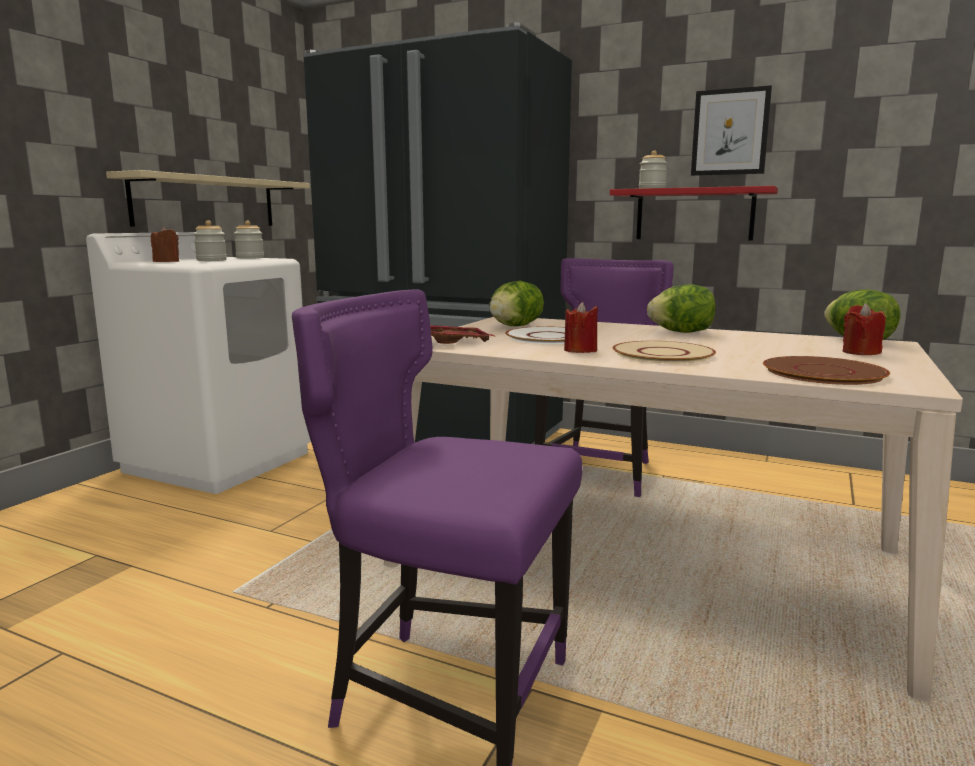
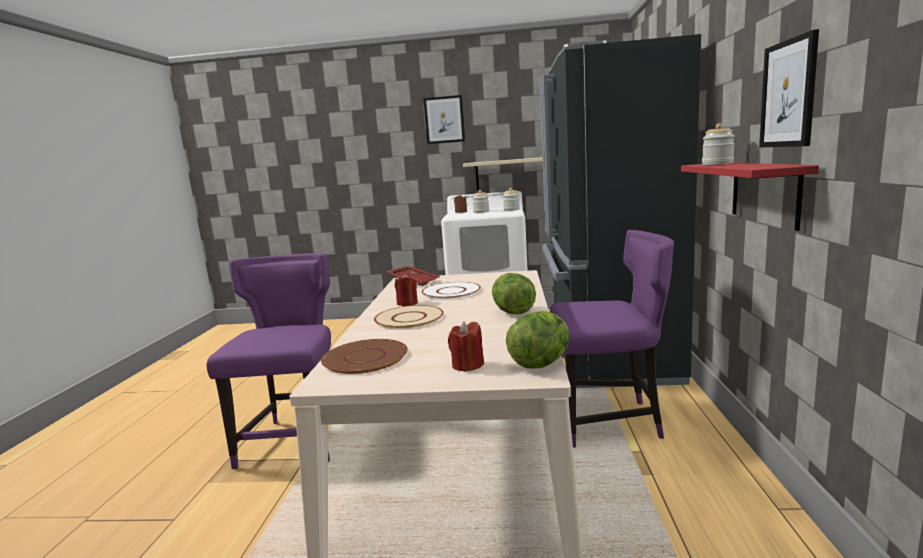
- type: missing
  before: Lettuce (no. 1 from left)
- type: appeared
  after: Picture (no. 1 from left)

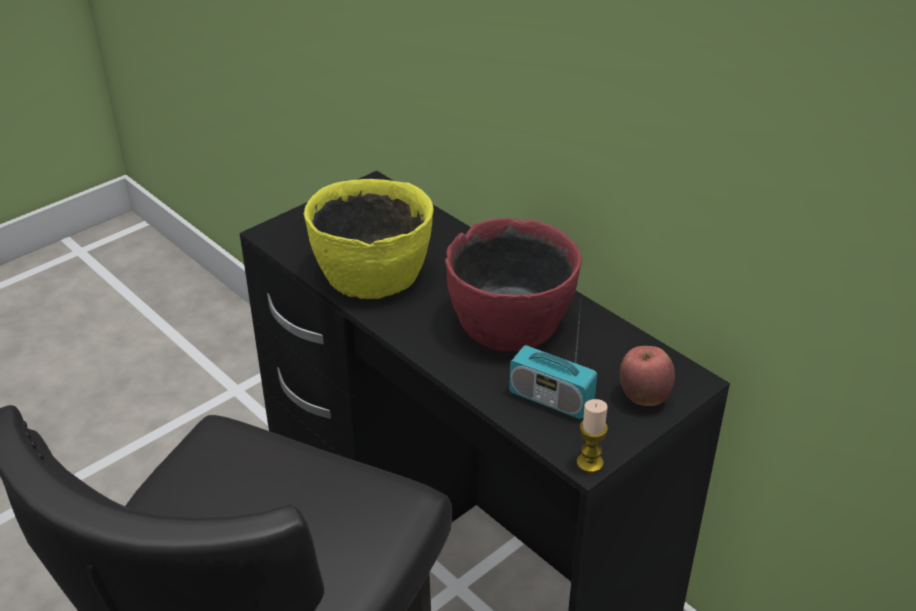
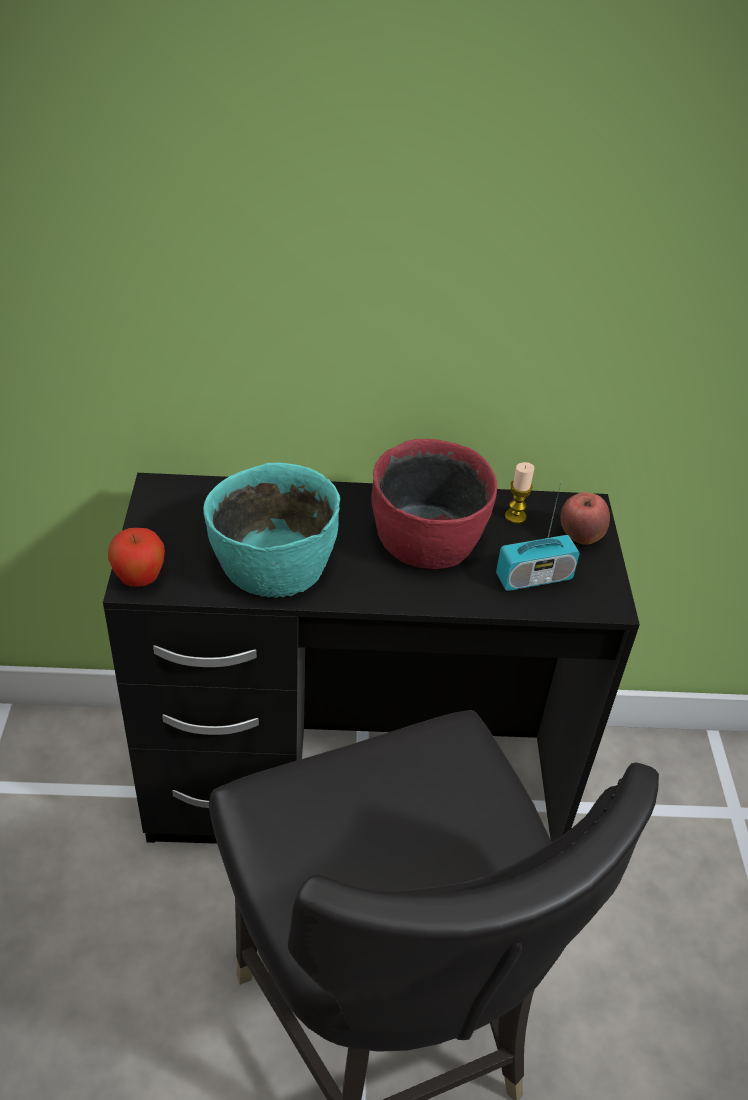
- type: colour
  before: YellowBowl
  after: TurquoiseBowl
- type: relocated
  before: Candle
- type: appeared
  after: Apple (no. 1 from left)

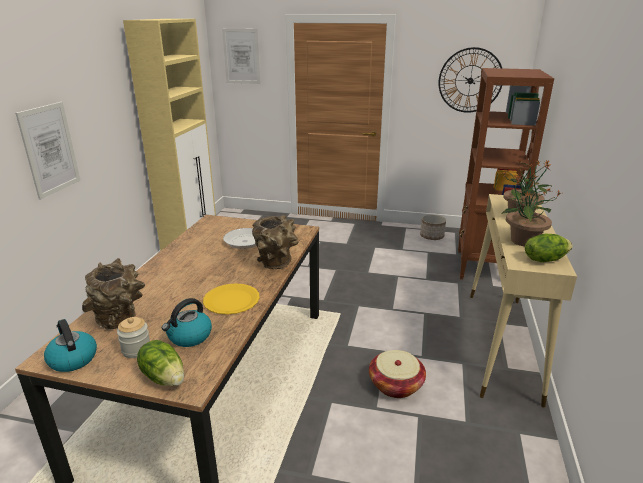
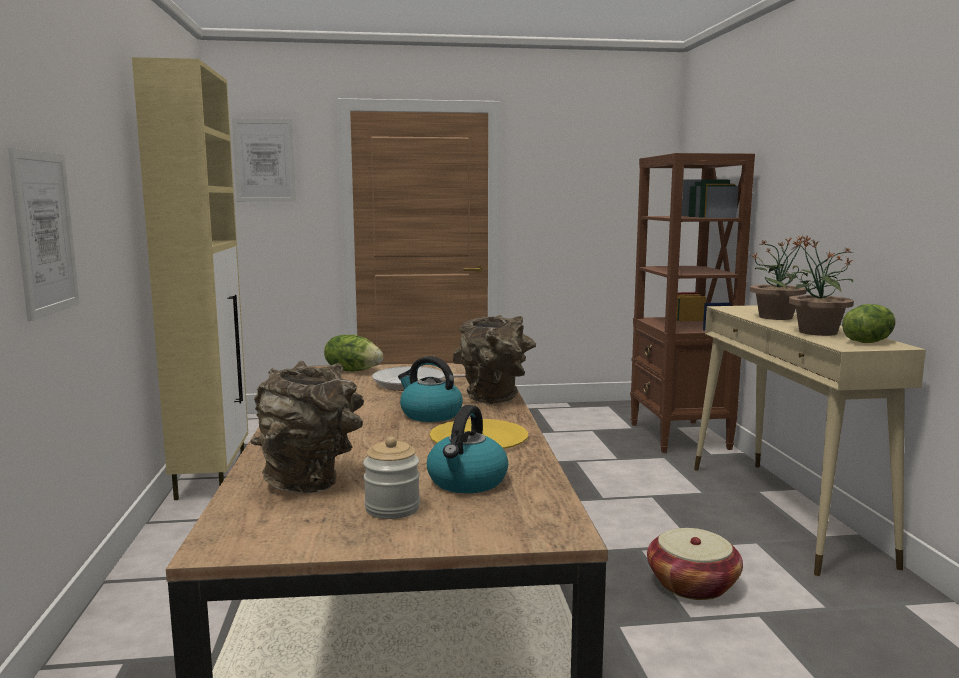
- type: missing
  before: WallClock
- type: missing
  before: Planter
- type: relocated
  before: Kettle (no. 1 from left)
- type: relocated
  before: Lettuce (no. 1 from left)

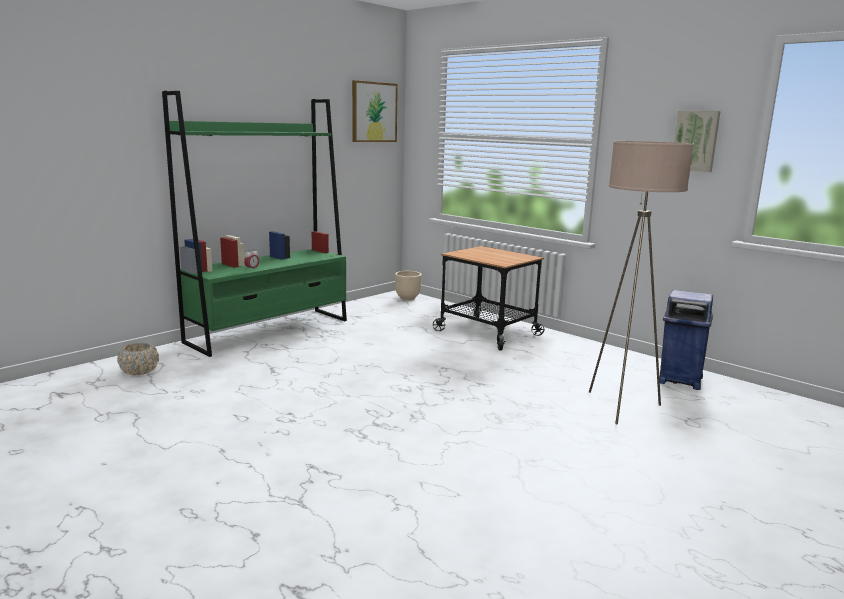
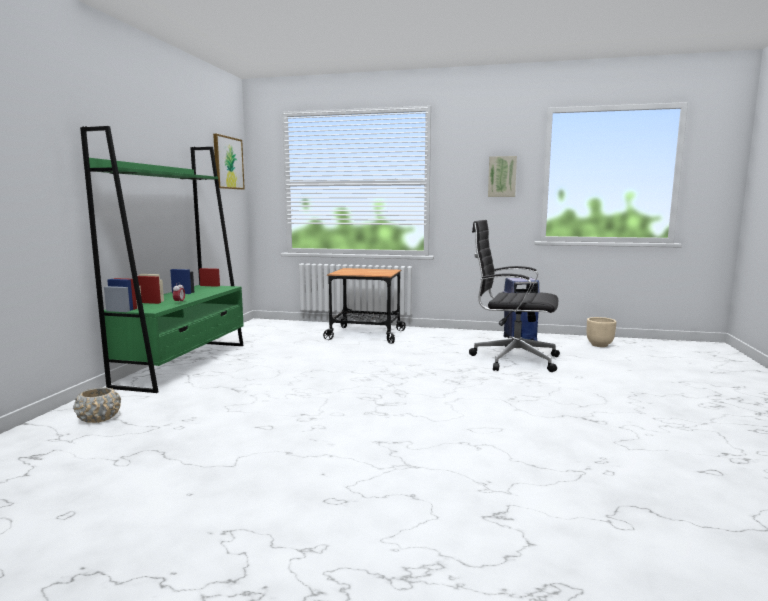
- type: exchanged
  before: BeigeFloorLamp
  after: BlackOfficeChair
- type: relocated
  before: BeigePlanter (no. 2 from left)

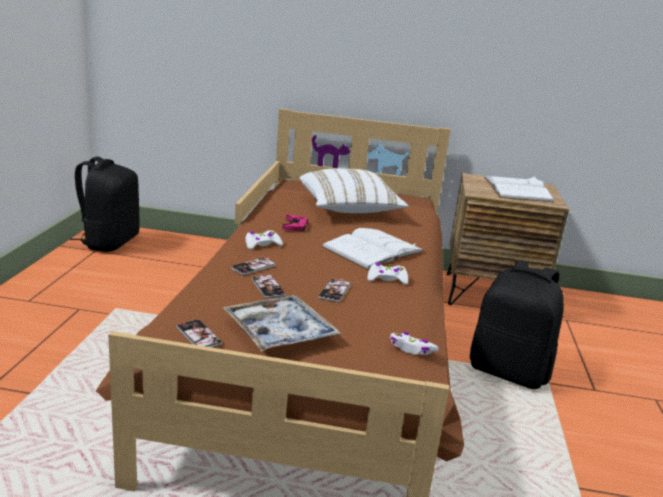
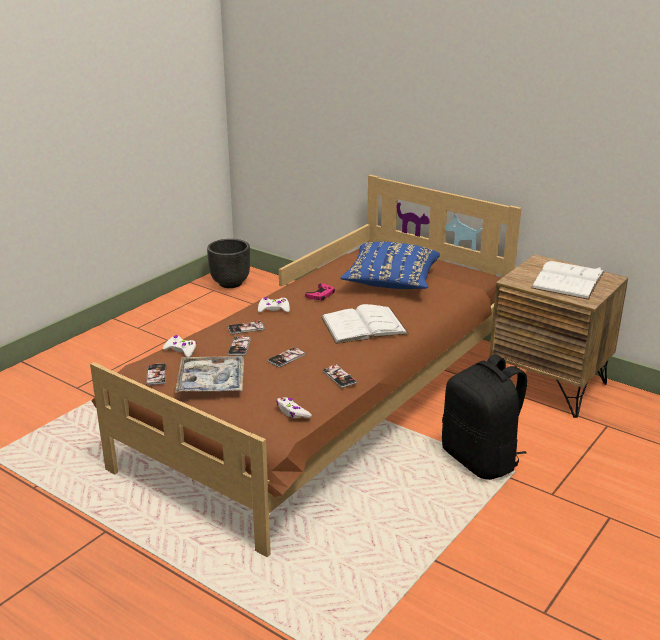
- type: exchanged
  before: BlackBackpack (no. 1 from left)
  after: BlackPlanter
- type: colour
  before: WhitePillow
  after: BluePillow
- type: relocated
  before: WhiteGameController (no. 2 from left in the first image)
  after: WhiteGameController (no. 1 from left)
- type: appeared
  after: Phone (no. 5 from left)

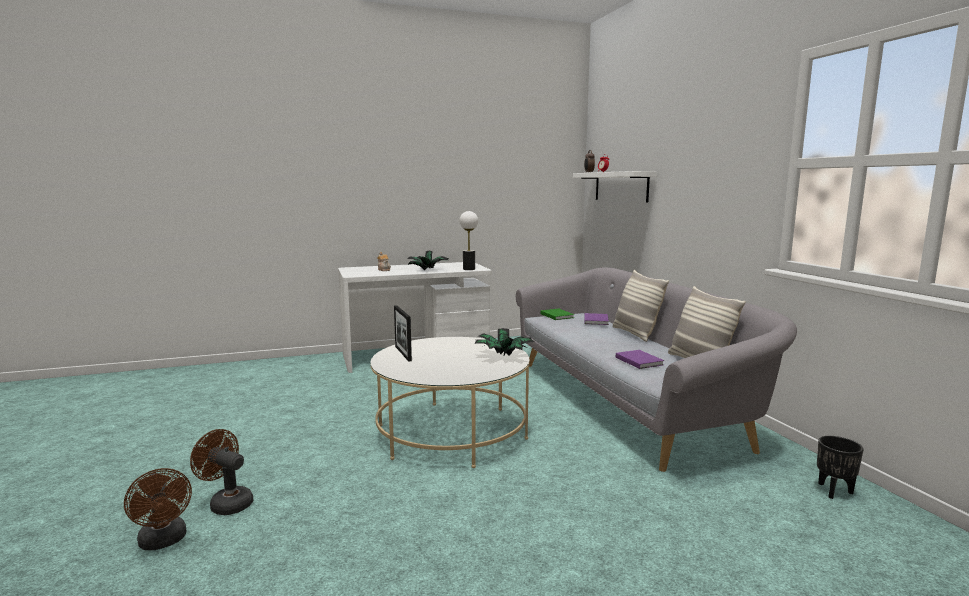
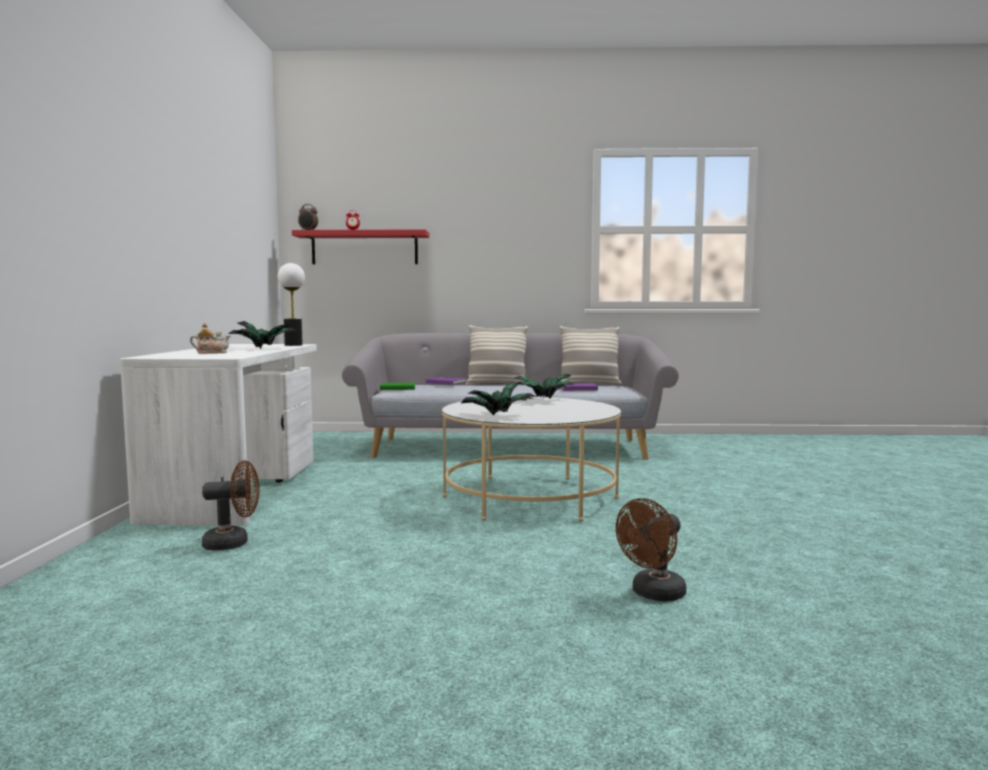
- type: colour
  before: WhiteShelf
  after: RedShelf
- type: exchanged
  before: PictureFrame
  after: PottedPlant (no. 2 from left)
- type: missing
  before: BlackPlanter
- type: relocated
  before: BrownFan (no. 1 from left)

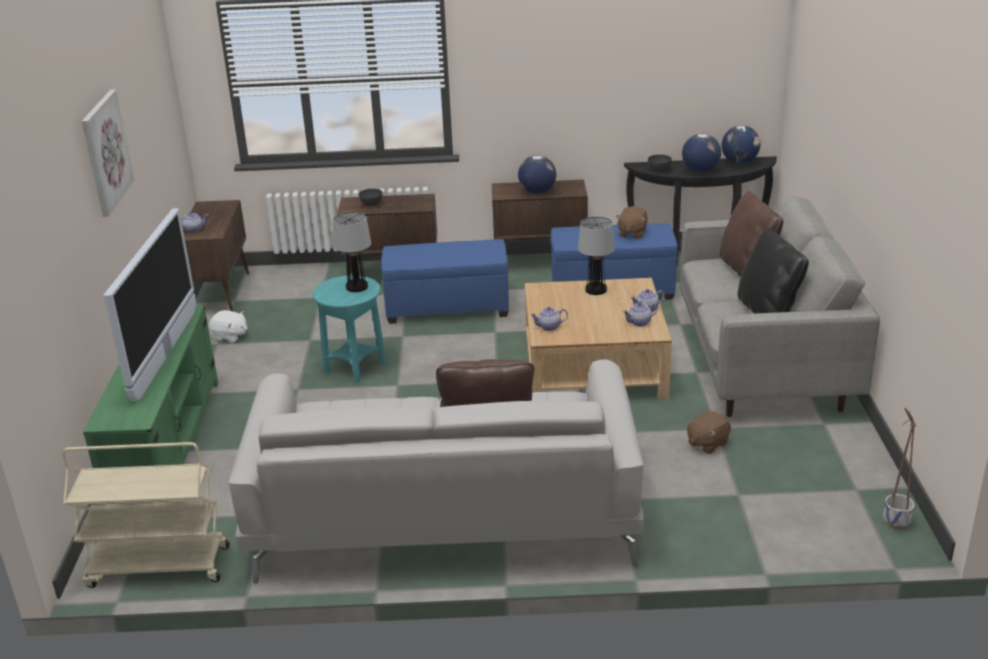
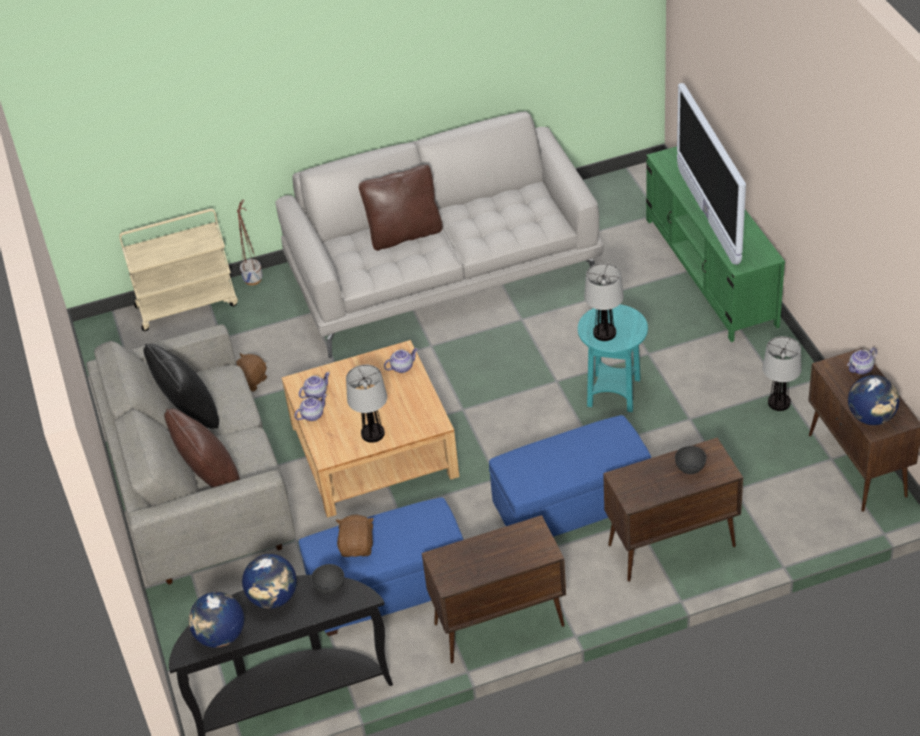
- type: missing
  before: Picture
- type: relocated
  before: Globe (no. 1 from left in the first image)
  after: Globe (no. 3 from left)
- type: exchanged
  before: WhitePlushToy
  after: TableLamp (no. 3 from left)
- type: relocated
  before: Planter
- type: relocated
  before: BeigeCart

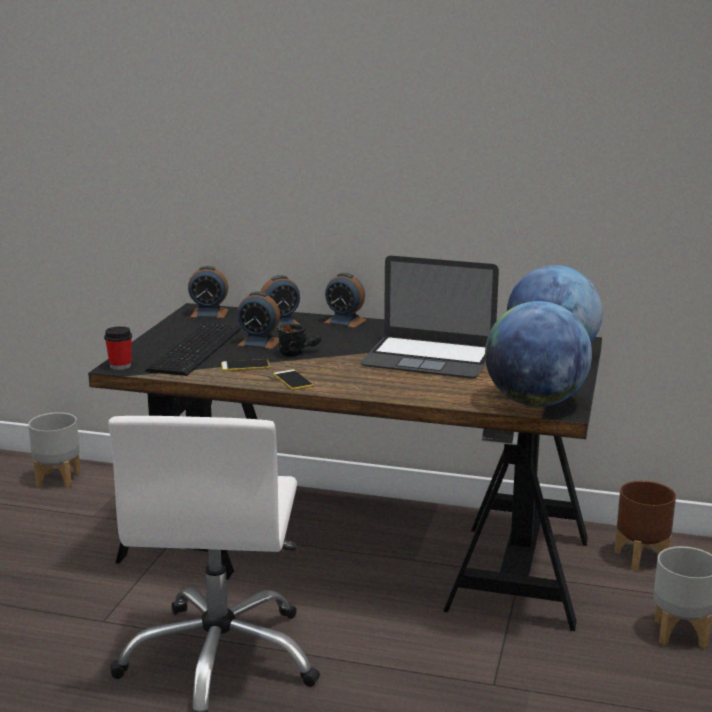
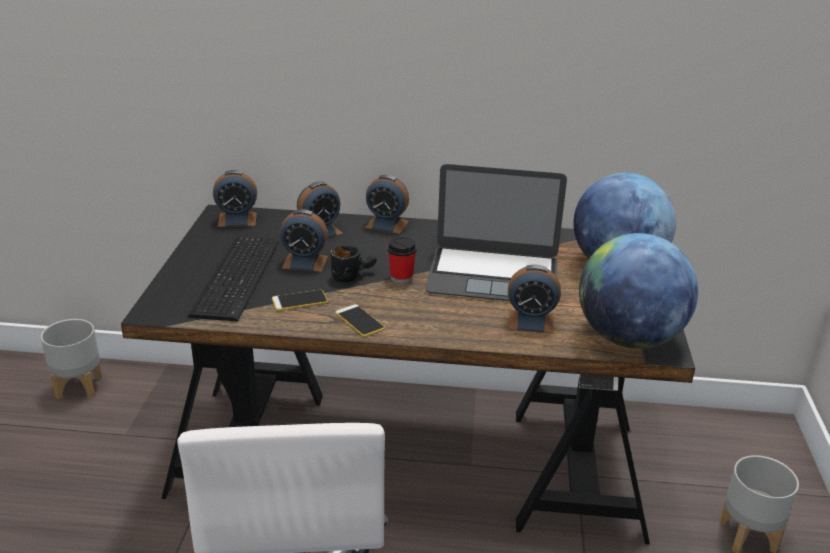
- type: relocated
  before: Cup
- type: missing
  before: BrownPlanter
- type: appeared
  after: AlarmClock (no. 5 from left)

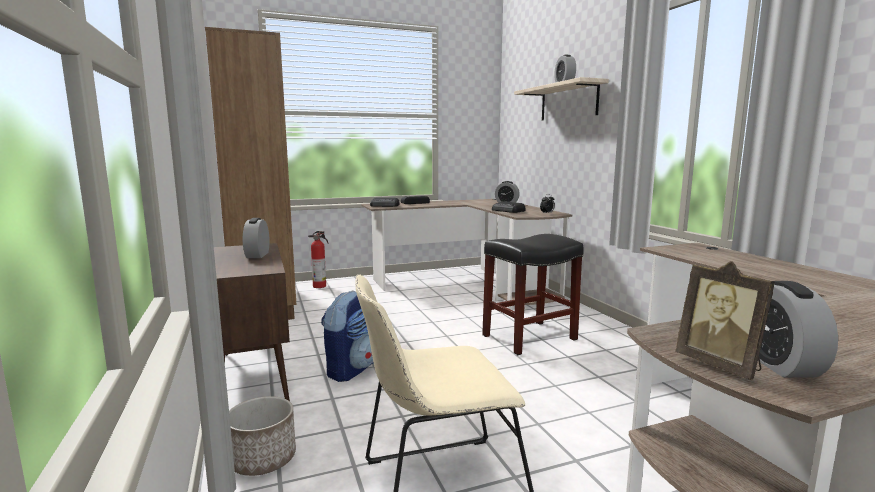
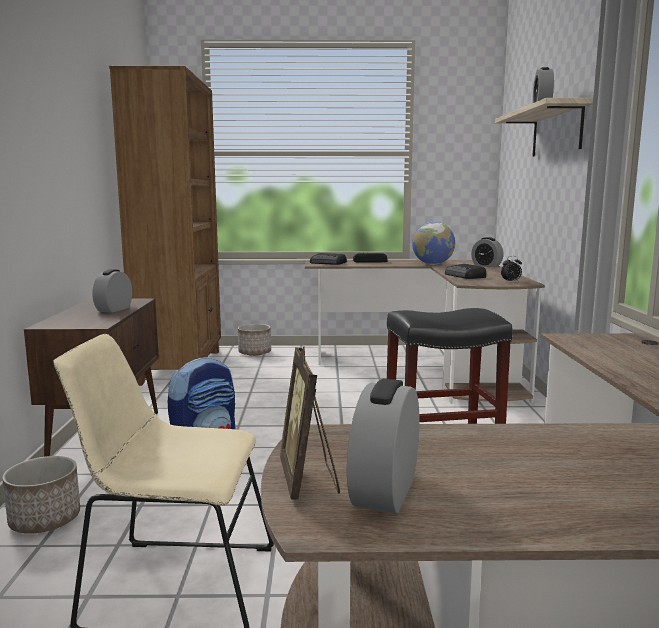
- type: exchanged
  before: FireExtinguisher
  after: Planter (no. 2 from left)
- type: appeared
  after: Globe

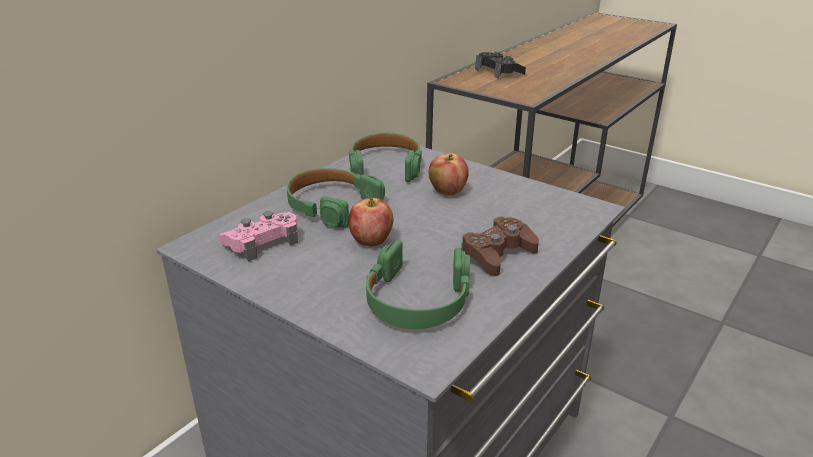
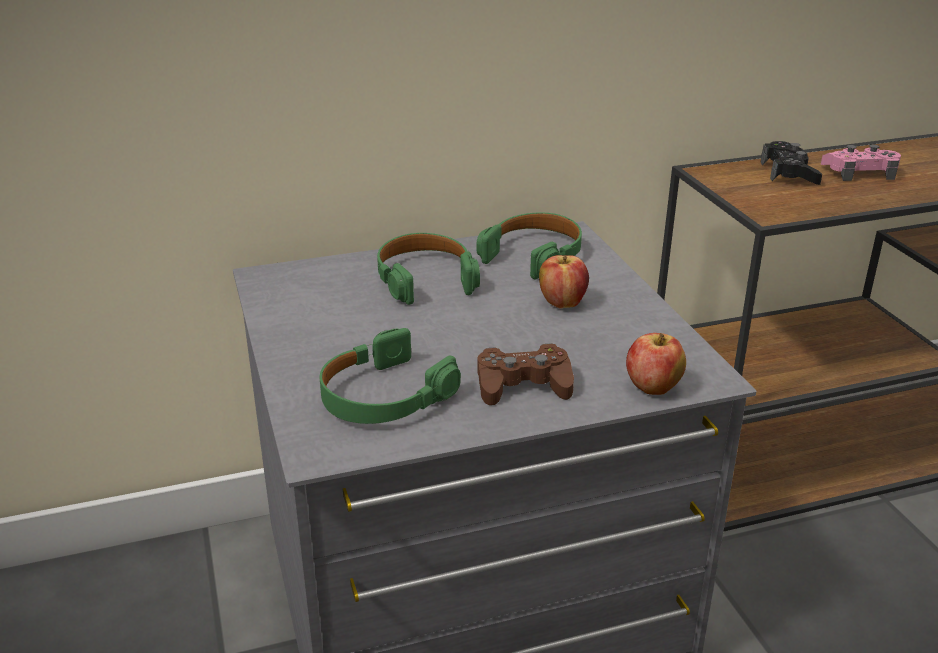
- type: relocated
  before: Apple (no. 1 from left in the first image)
  after: Apple (no. 2 from left)
- type: relocated
  before: PinkGameController

